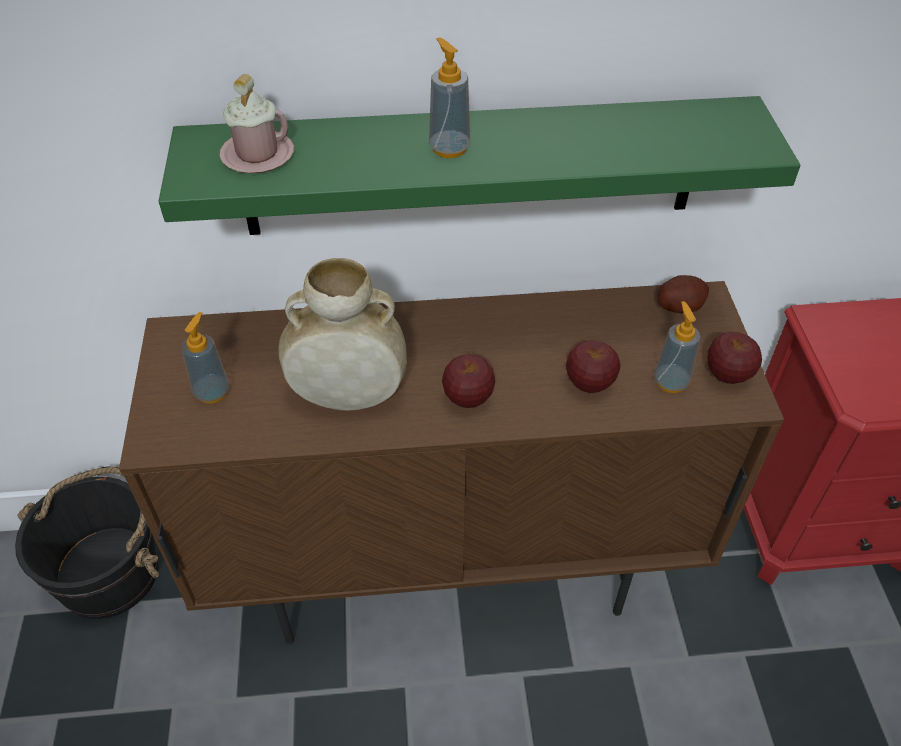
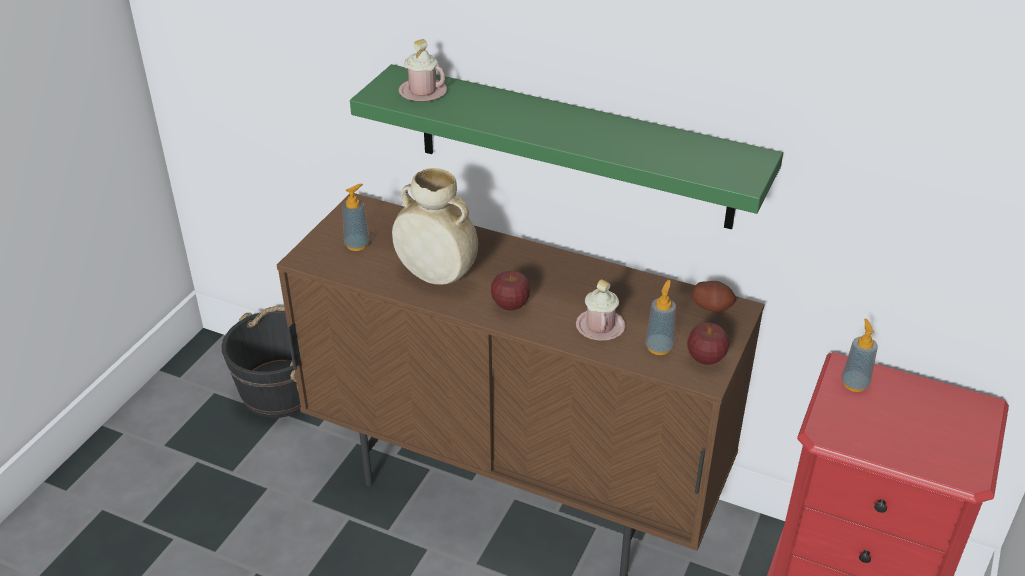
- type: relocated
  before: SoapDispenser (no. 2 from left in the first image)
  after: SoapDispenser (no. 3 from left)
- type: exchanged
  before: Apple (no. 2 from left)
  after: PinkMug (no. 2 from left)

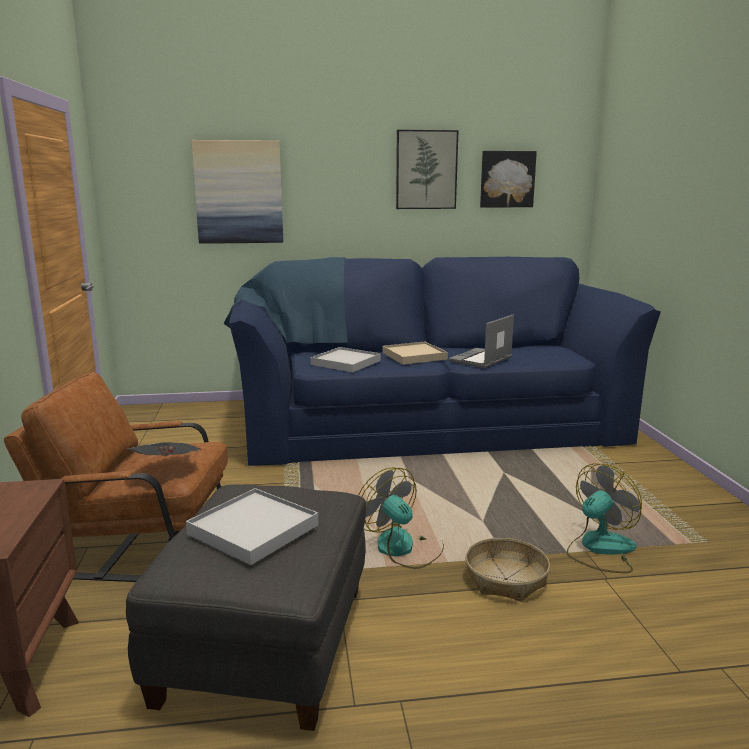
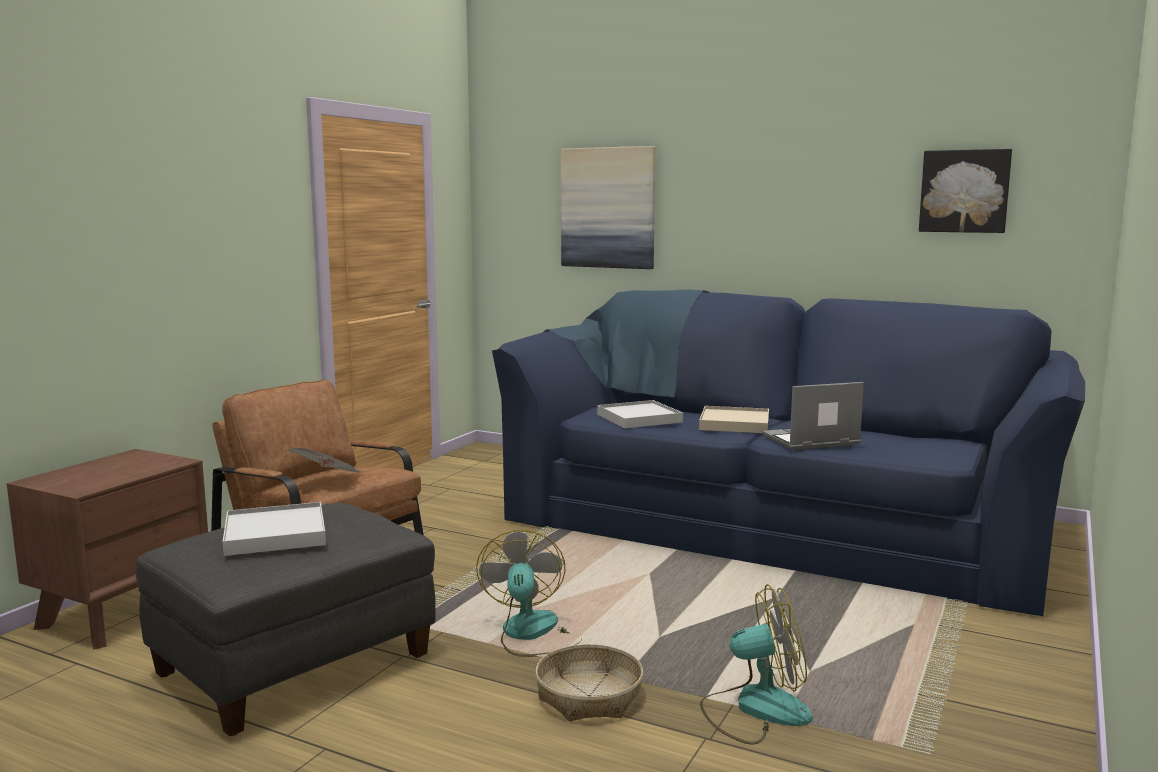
- type: missing
  before: Picture (no. 2 from left)

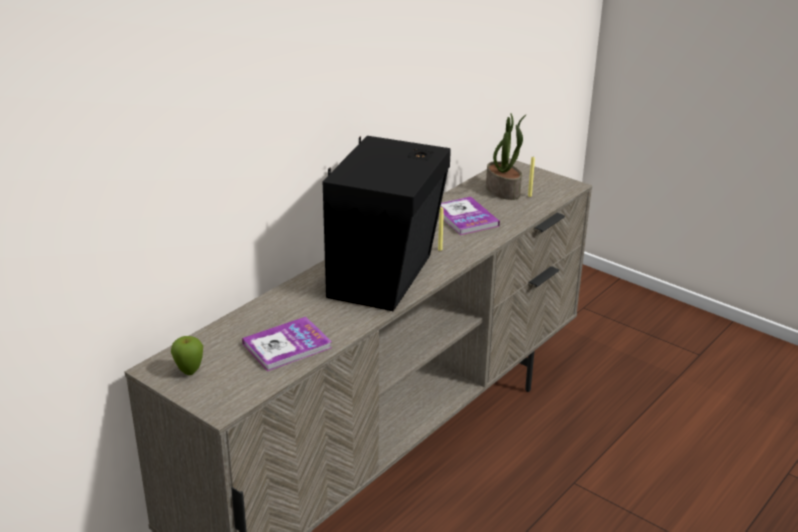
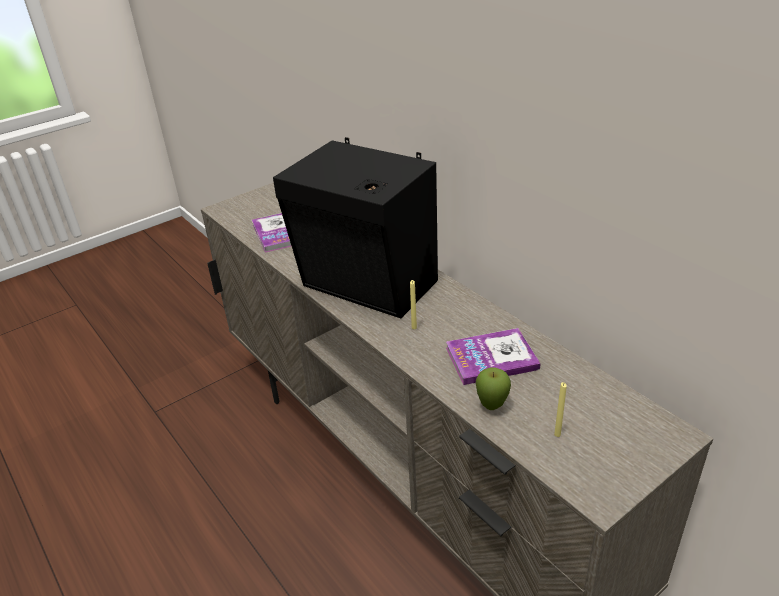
- type: missing
  before: PottedPlant
- type: relocated
  before: Apple

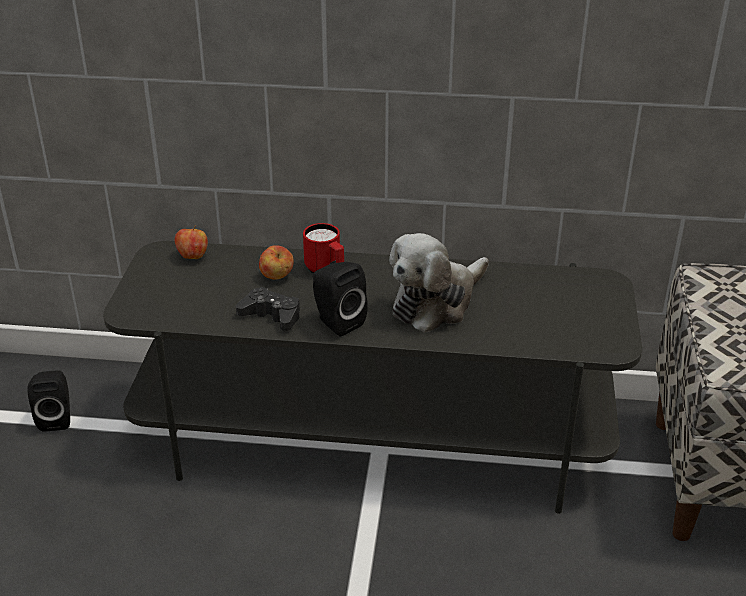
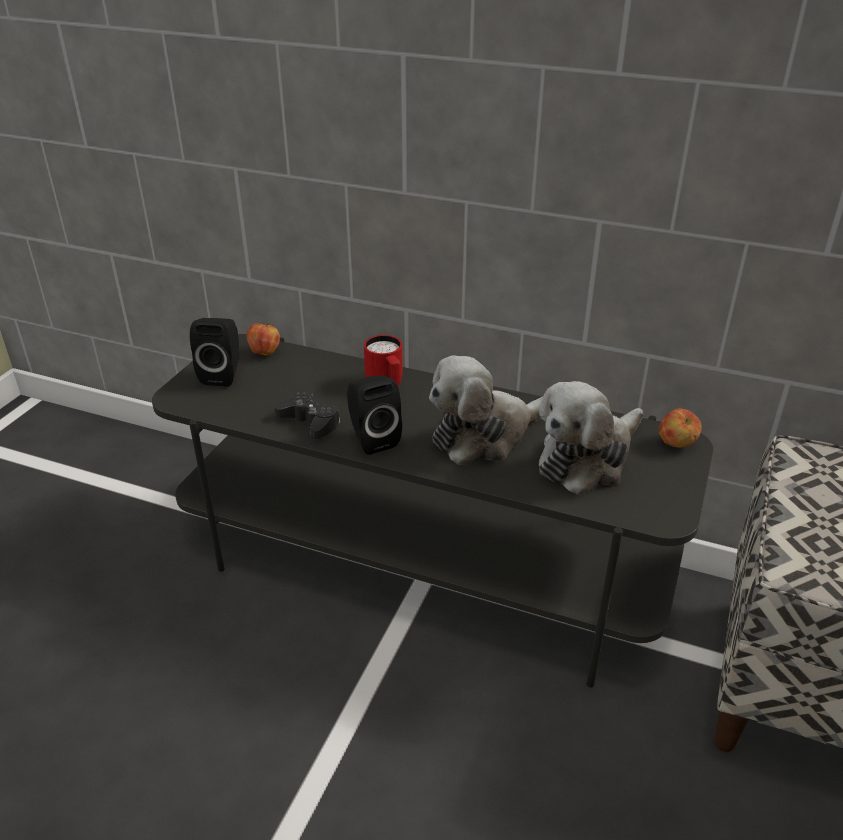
- type: relocated
  before: Apple (no. 2 from left)
- type: relocated
  before: BlackSpeaker (no. 1 from left)
- type: appeared
  after: PlushToy (no. 2 from left)

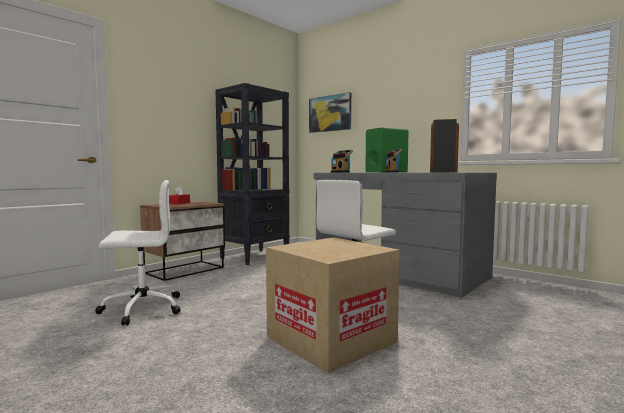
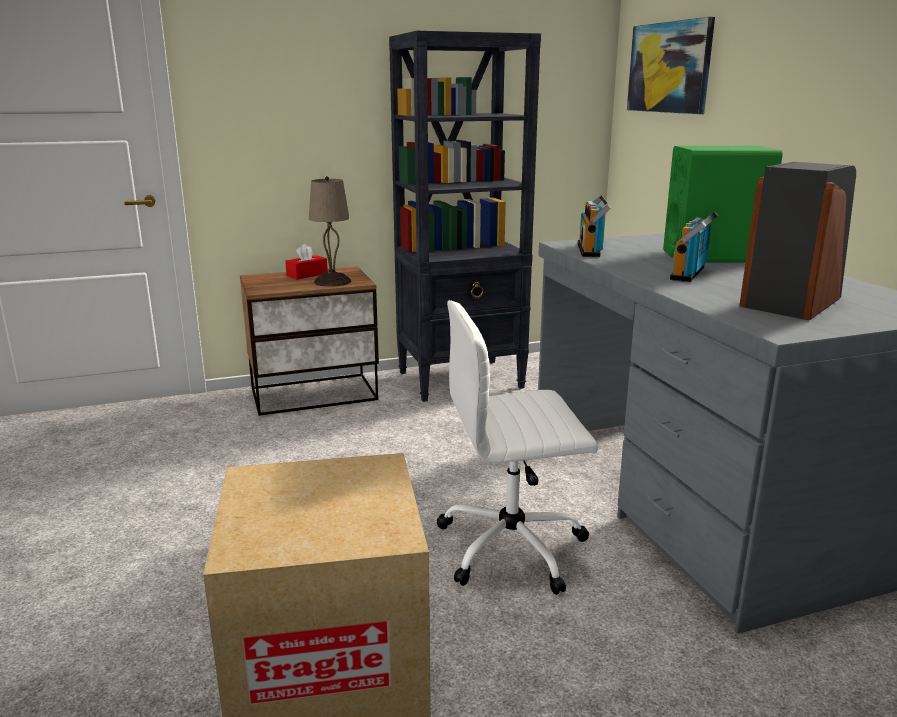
- type: missing
  before: WhiteOfficeChair (no. 1 from left)
- type: appeared
  after: BeigeTableLamp

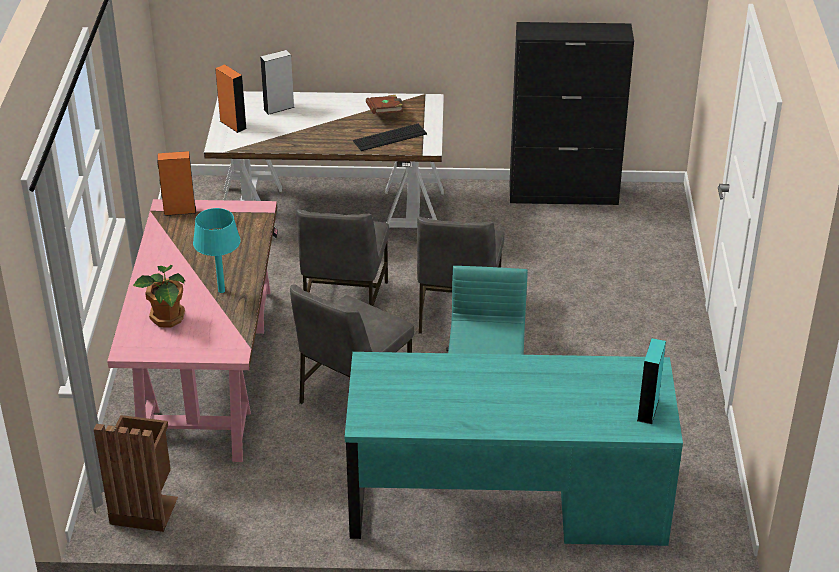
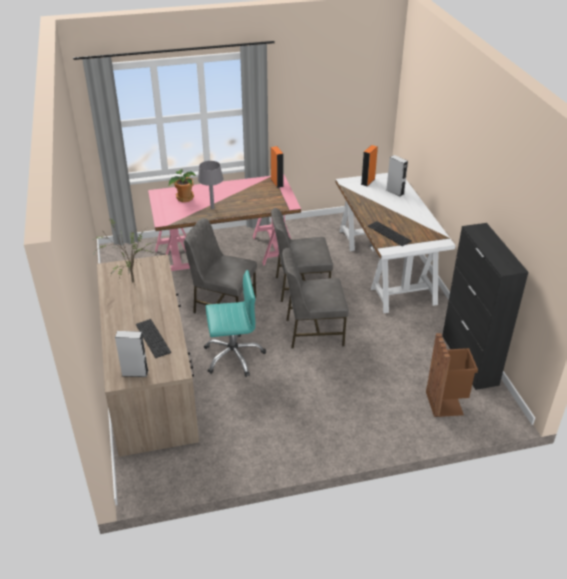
- type: missing
  before: BrownBook
- type: colour
  before: TurquoiseTableLamp
  after: GreyTableLamp
- type: colour
  before: TurquoiseSpeaker
  after: GreySpeaker (no. 1 from left)
- type: colour
  before: TurquoiseDesk
  after: BrownDesk
- type: relocated
  before: BrownTrashCan
- type: appeared
  after: PottedPlant (no. 1 from left)
- type: appeared
  after: Keyboard (no. 1 from left)

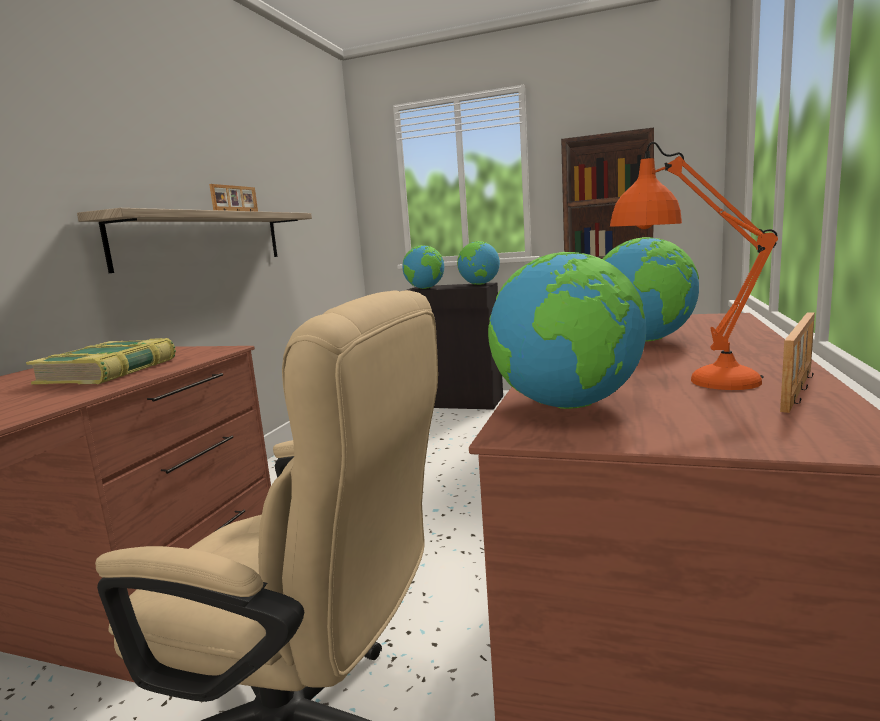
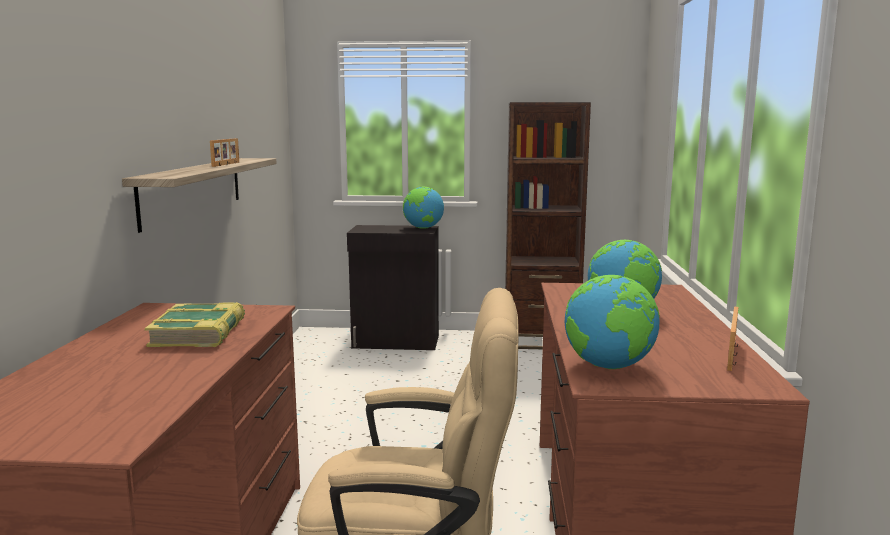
- type: missing
  before: OrangeTableLamp
- type: missing
  before: Globe (no. 1 from left)

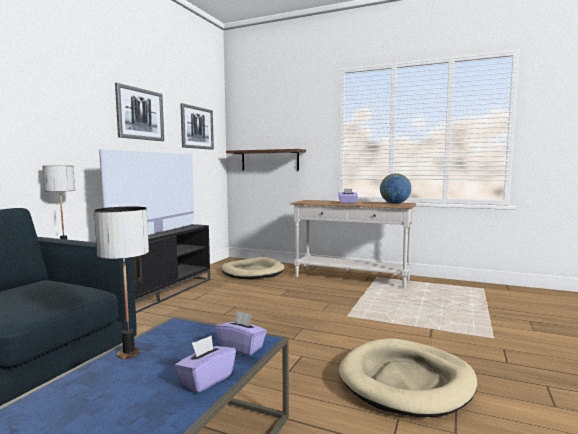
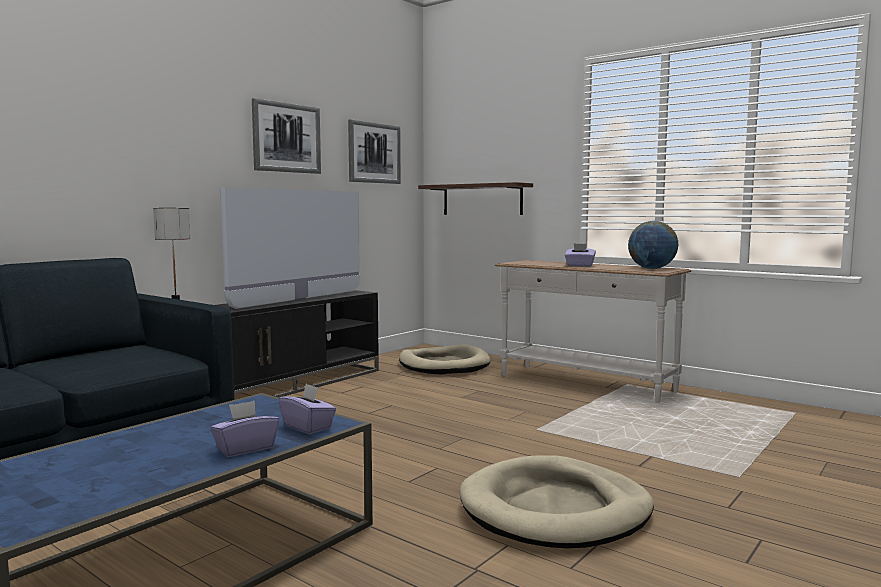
- type: missing
  before: TableLamp (no. 2 from left)

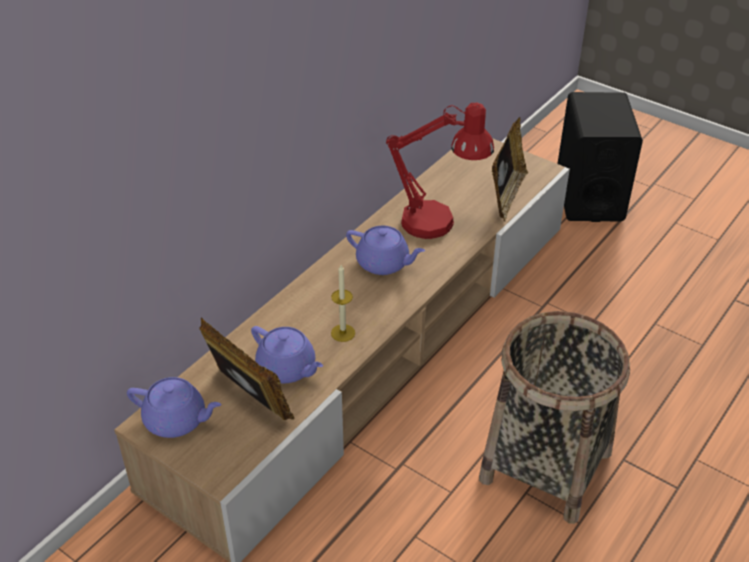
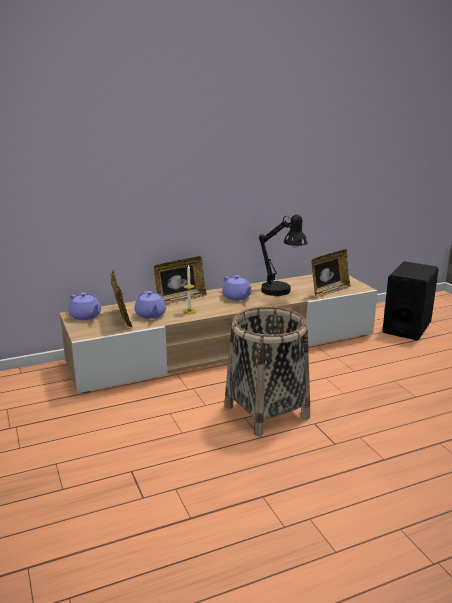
- type: colour
  before: RedTableLamp
  after: BlackTableLamp
- type: appeared
  after: PictureFrame (no. 2 from left)

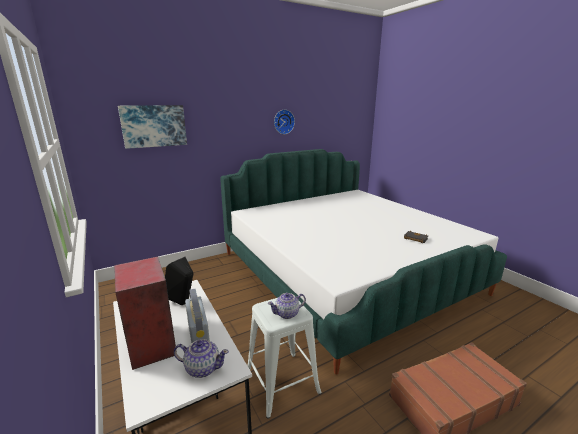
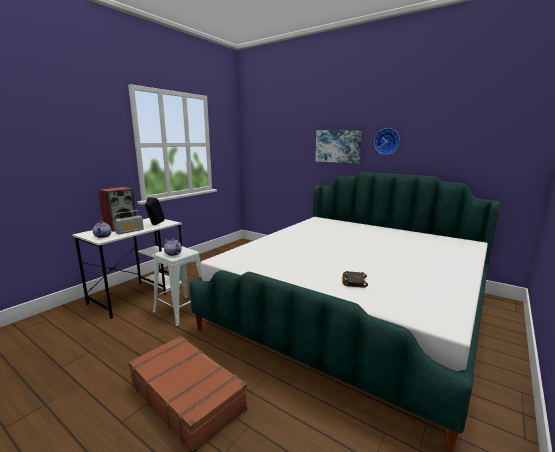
- type: relocated
  before: Picture

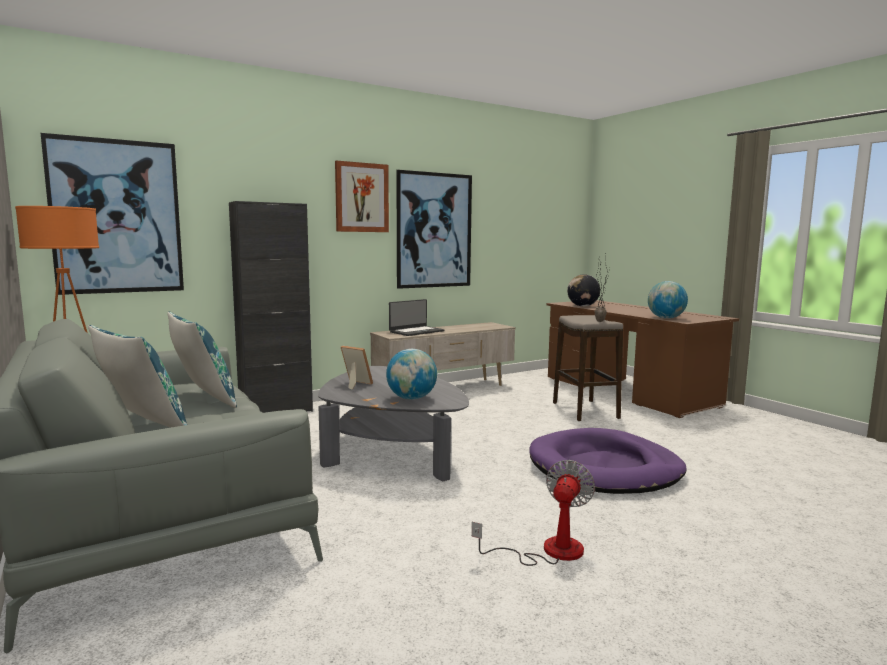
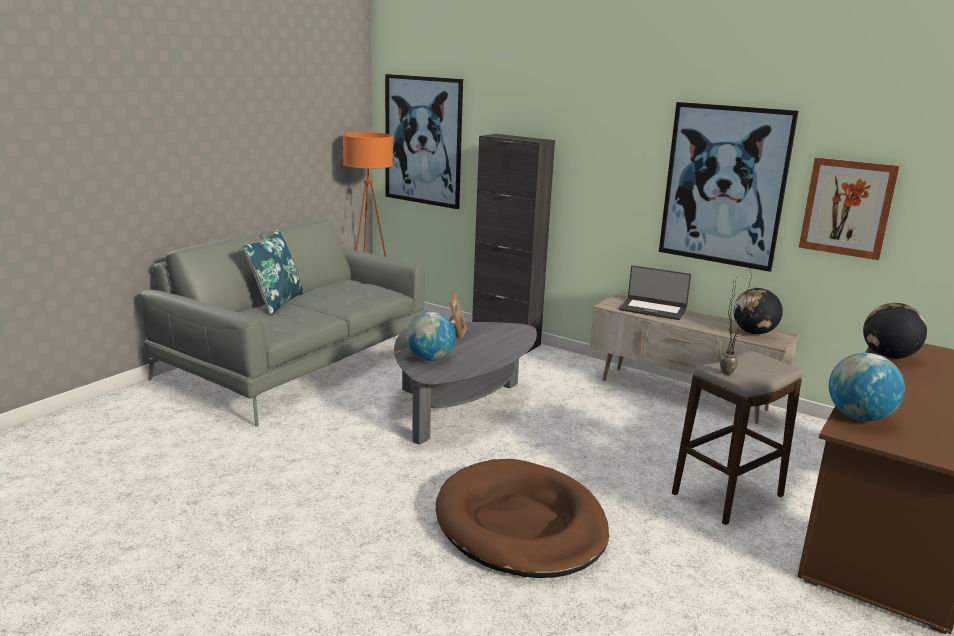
- type: relocated
  before: Picture (no. 2 from left in the first image)
  after: Picture (no. 3 from left)
- type: missing
  before: BluePillow (no. 2 from left)
- type: colour
  before: PurpleDogBed
  after: BrownDogBed
- type: missing
  before: Fan
- type: appeared
  after: Globe (no. 2 from left)

